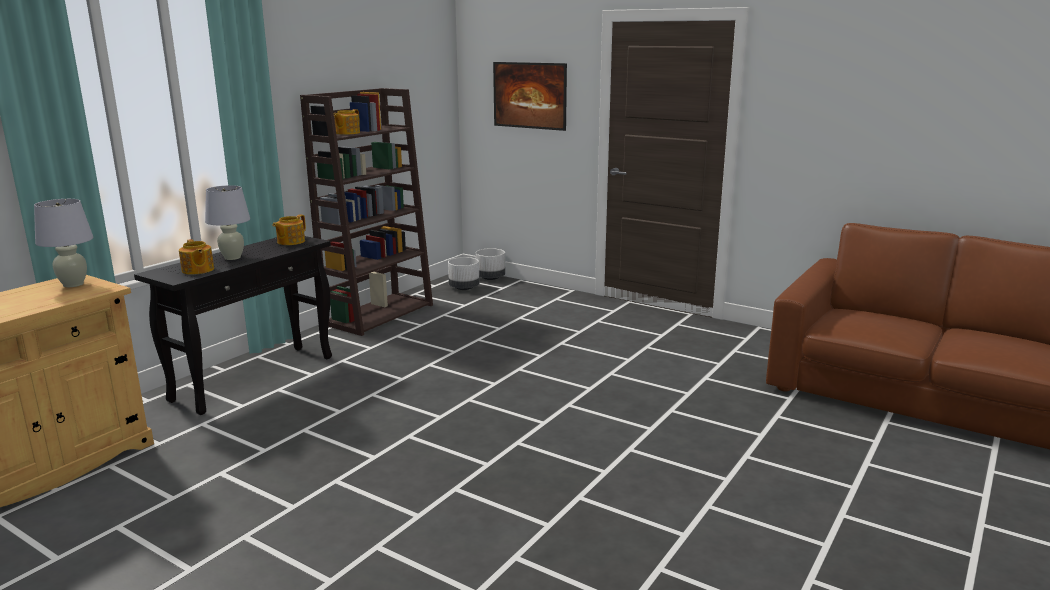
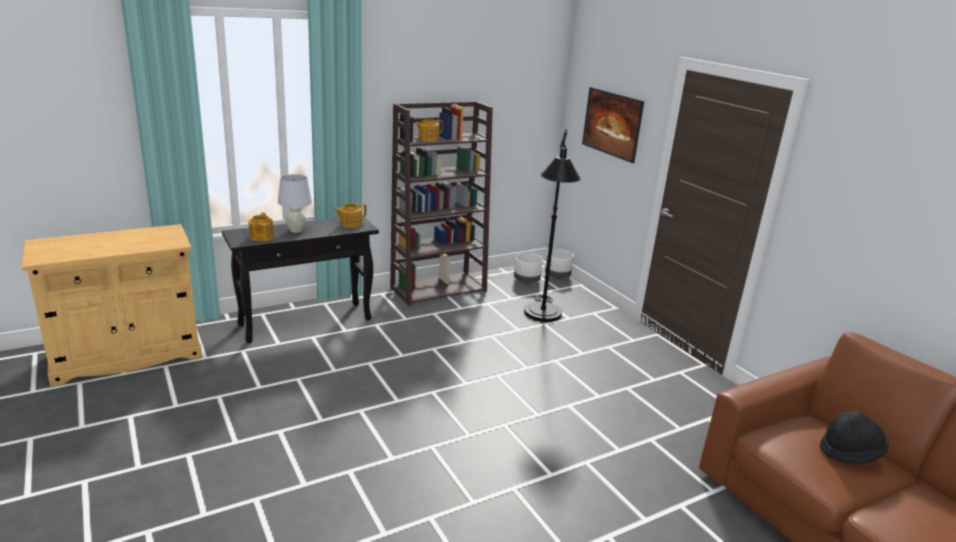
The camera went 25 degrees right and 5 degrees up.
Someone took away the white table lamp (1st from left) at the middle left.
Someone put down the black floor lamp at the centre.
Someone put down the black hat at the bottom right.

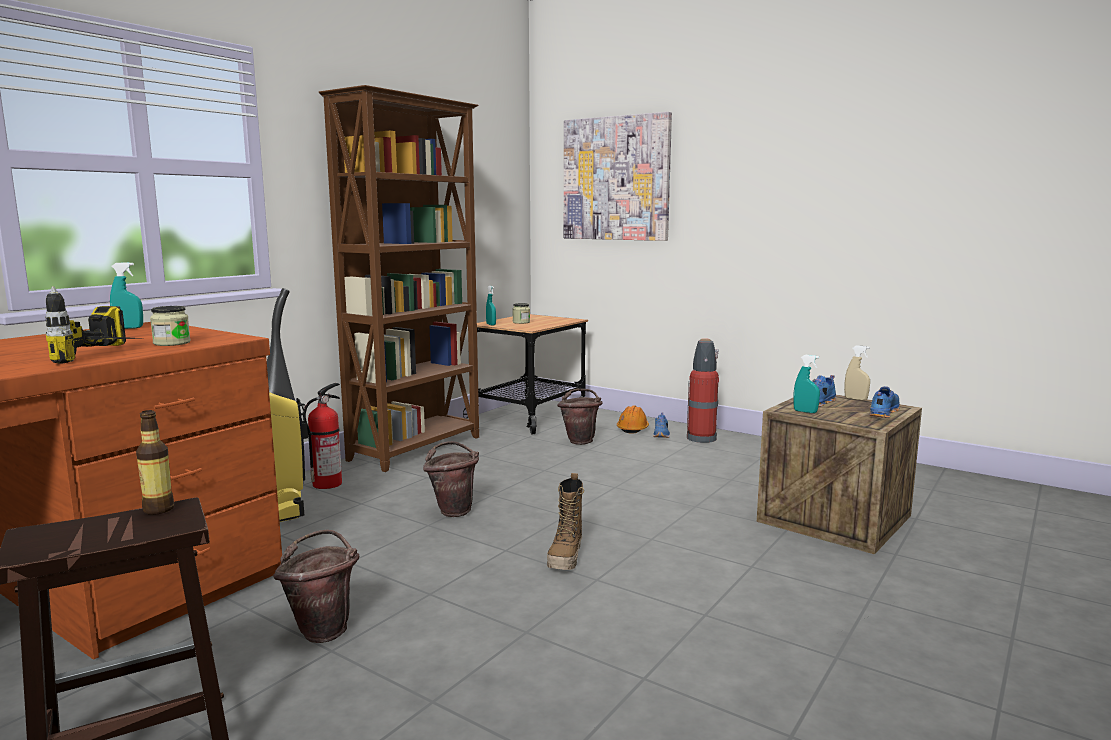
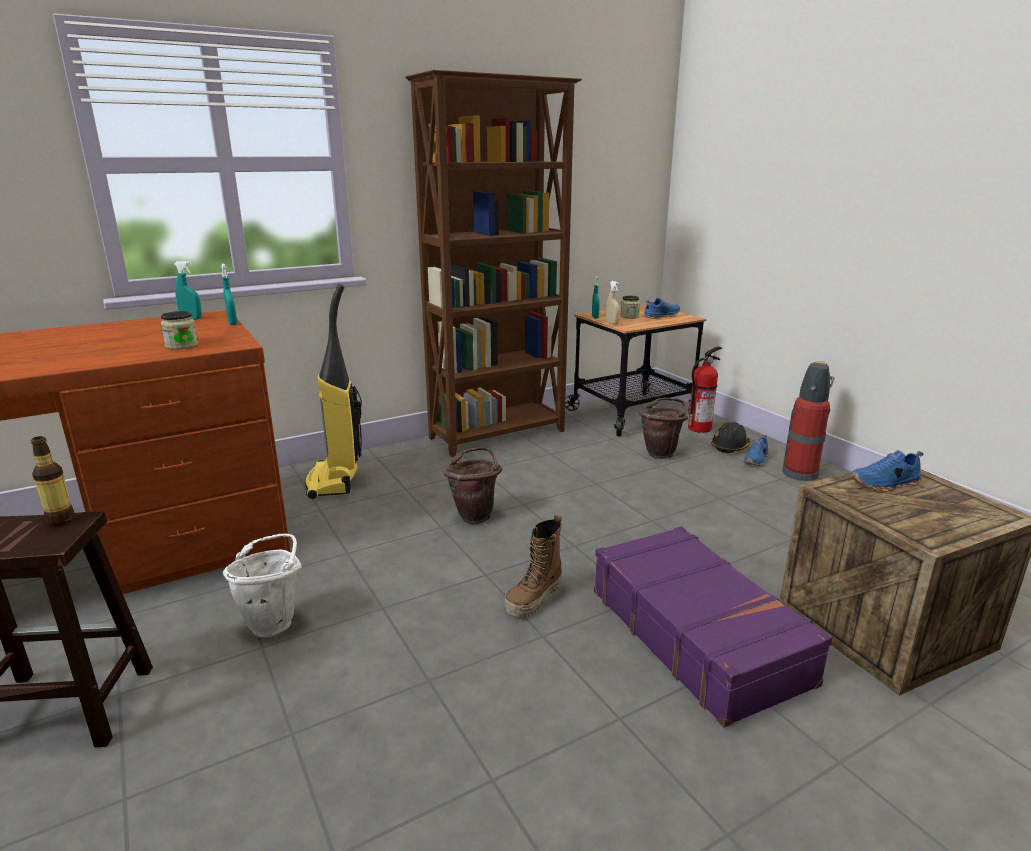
The camera went 25 degrees right and 10 degrees up.
Someone took away the power drill at the middle left.
Someone repainted the brown bucket (1st from left) at the bottom left, which became the white bucket at the bottom left.
Someone carried the fire extinguisher (1st from left) from the middle left to the middle right.
Someone took away the picture at the top centre.
Someone repainted the orange hard hat at the centre, which became the black hard hat at the middle right.
Someone carried the turquoise spray bottle (3rd from left in the first image) from the middle right to the middle left.
Someone carried the beige spray bottle from the middle right to the centre.
Someone carried the blue shoe (3rd from left in the first image) from the middle right to the centre.
Someone put down the purple suitcase at the bottom right.

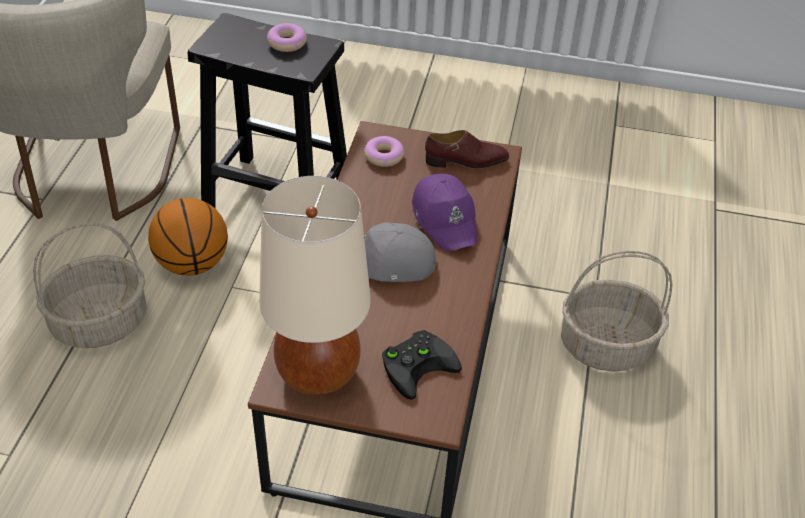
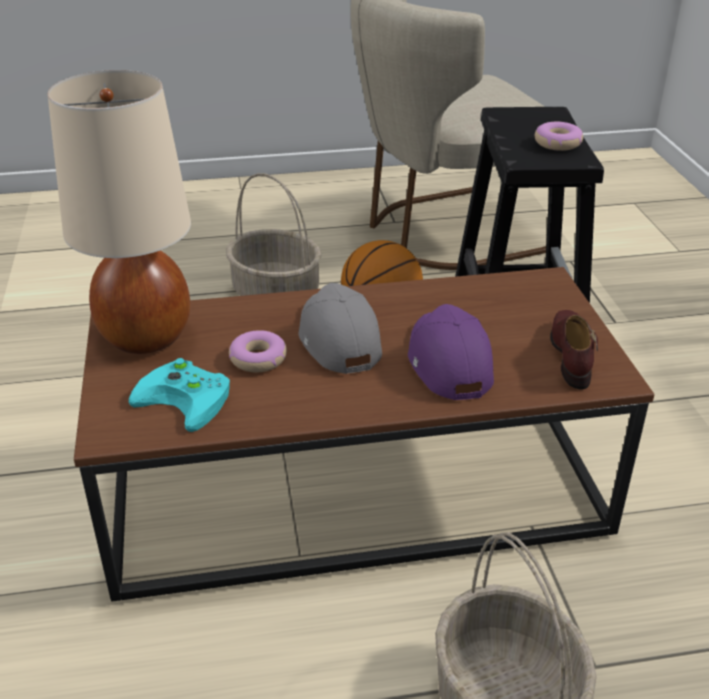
The camera went 70 degrees right and 10 degrees down.
Someone carried the donut (2nd from left in the first image) from the top centre to the centre.
Someone repainted the black game controller at the bottom centre, which became the turquoise game controller at the middle left.
Someone rotated the purple cap at the centre by 120 degrees clockwise.
Someone rotated the brown shoe at the top centre by 150 degrees counterclockwise.

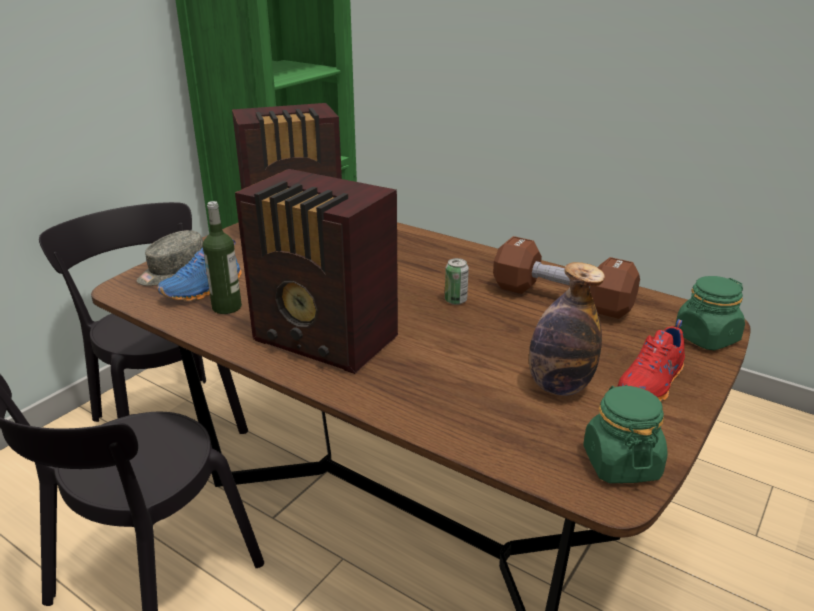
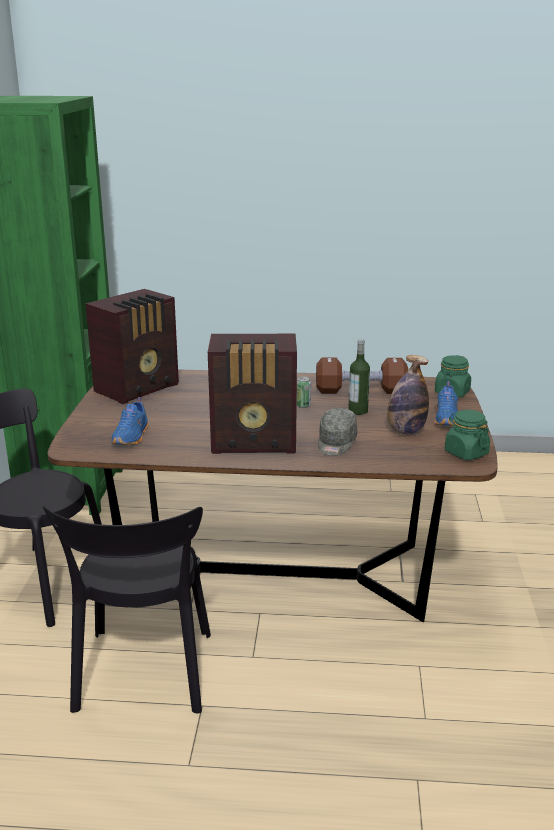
The camera went 30 degrees left and 5 degrees down.
Someone carried the grey cap from the middle left to the centre.
Someone carried the bottle (1st from left) from the middle left to the centre.
Someone repainted the red shoe at the middle right, which became the blue shoe (2nd from left) at the middle right.

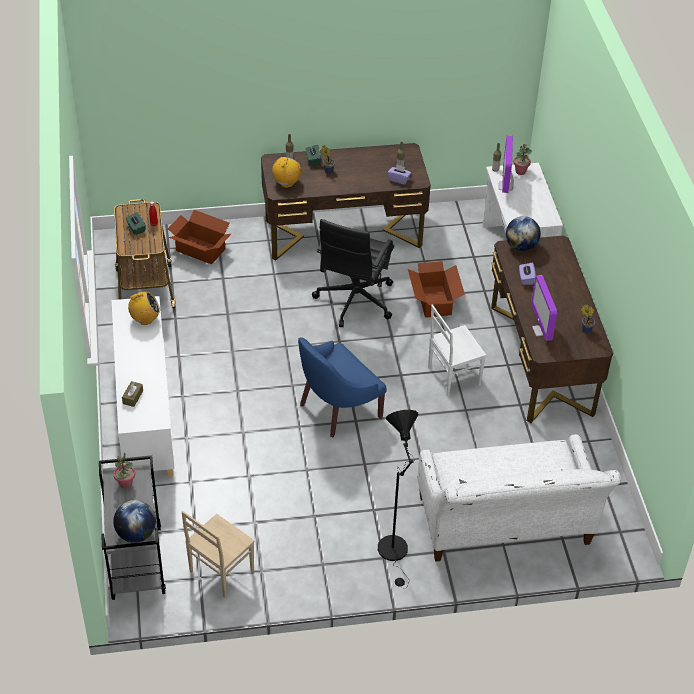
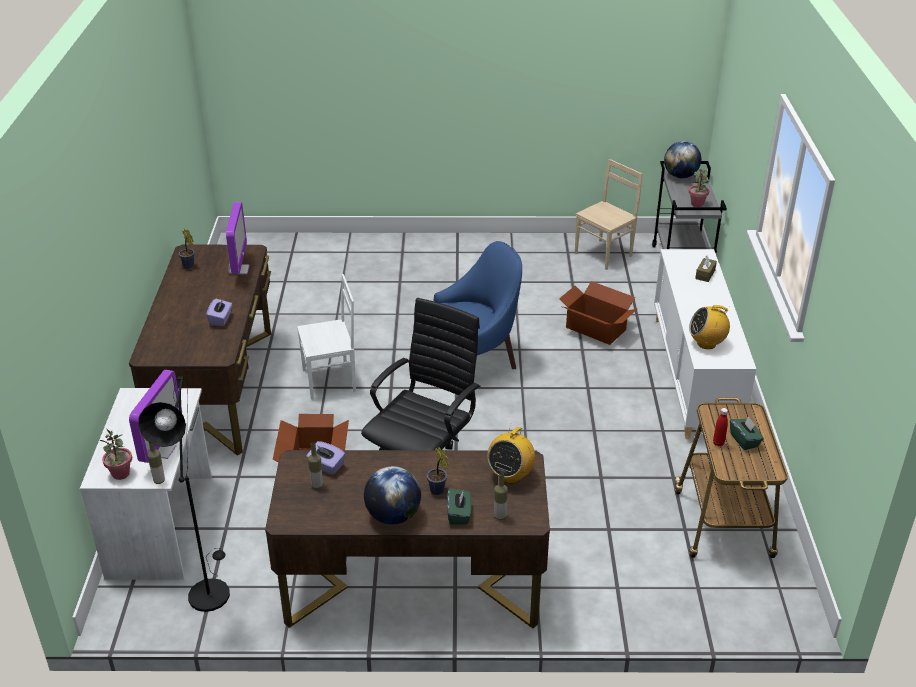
The camera went 170 degrees left and 10 degrees down.
Someone carried the cardboard box (1st from left in the first image) from the middle left to the centre.
Someone carried the black floor lamp from the bottom centre to the bottom left.
Someone took away the white sofa at the bottom right.
Someone carried the globe (2nd from left in the first image) from the middle right to the bottom centre.

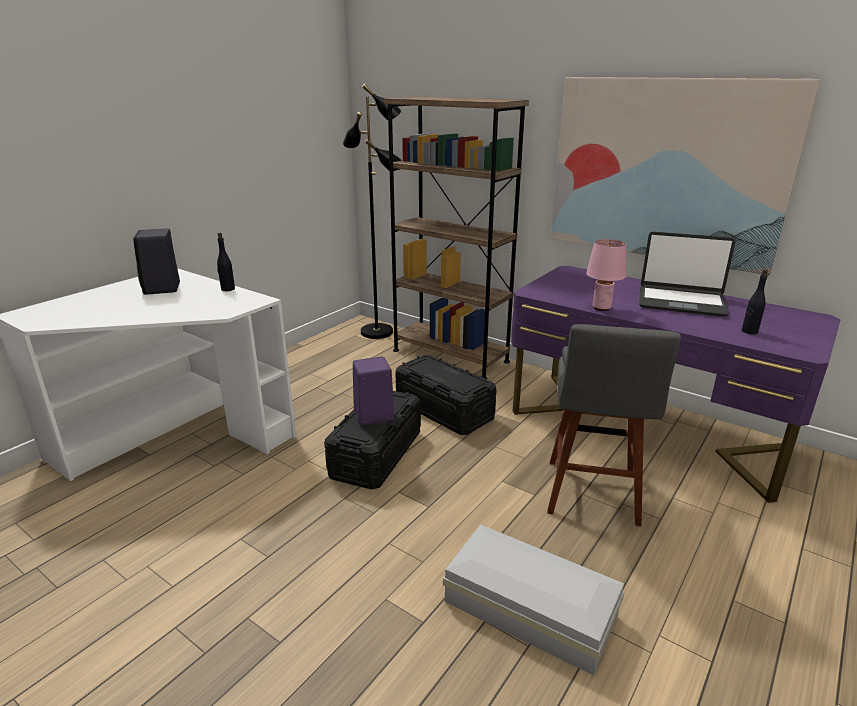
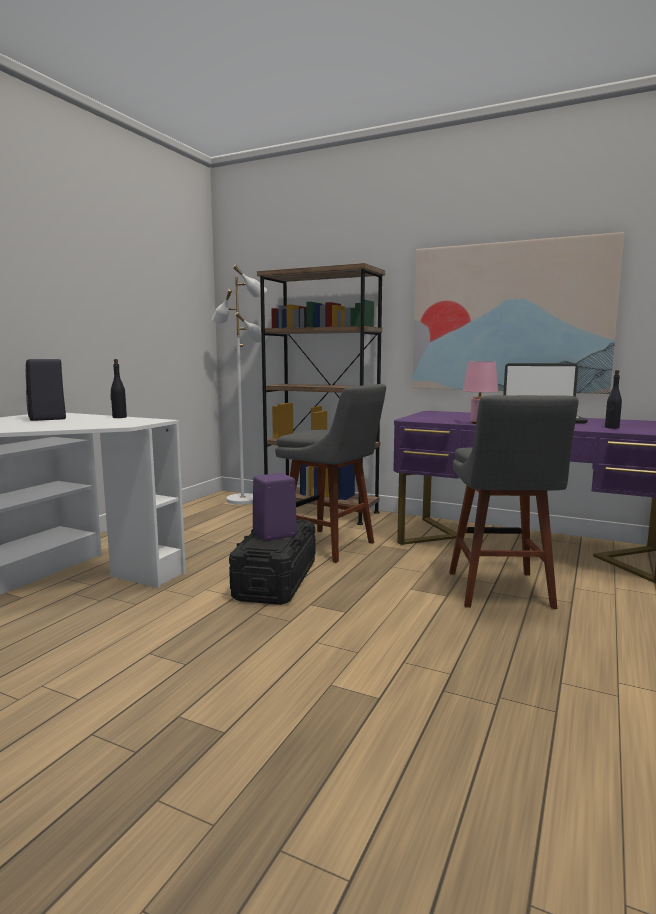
The camera went 10 degrees left and 15 degrees down.
Someone repainted the black floor lamp at the top centre, which became the white floor lamp at the centre.
Someone swapped the black storage box (2nd from left) at the centre for the grey stool (1st from left) at the centre.
Someone took away the white storage box at the bottom centre.

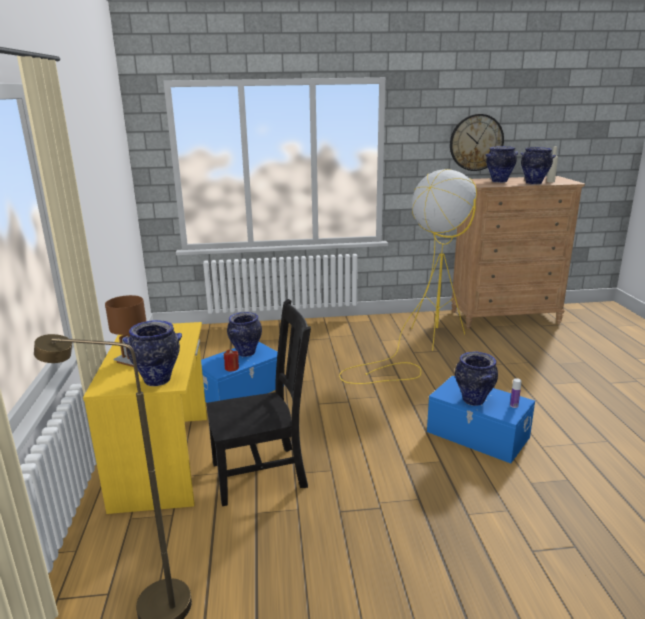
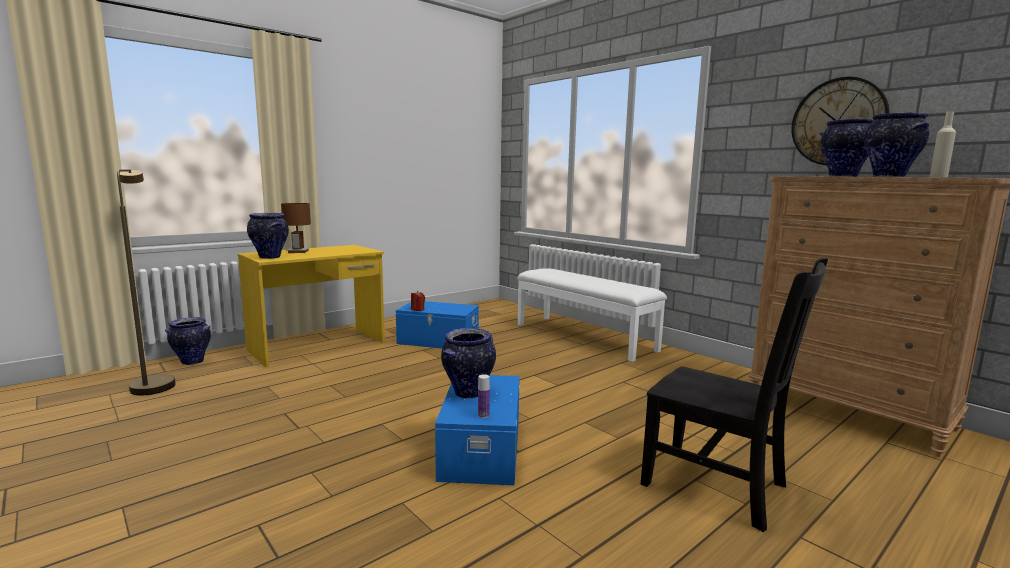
The camera went 55 degrees right and 10 degrees down.
Someone carried the black chair from the centre to the bottom right.
Someone carried the vase (2nd from left in the first image) from the centre to the middle left.
Someone took away the yellow floor lamp at the centre.
Someone put down the white bench at the centre.

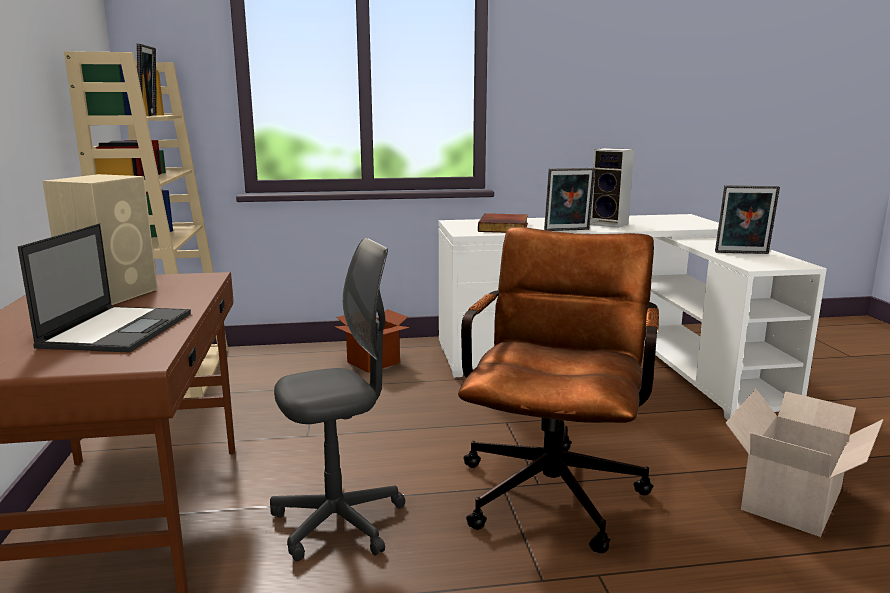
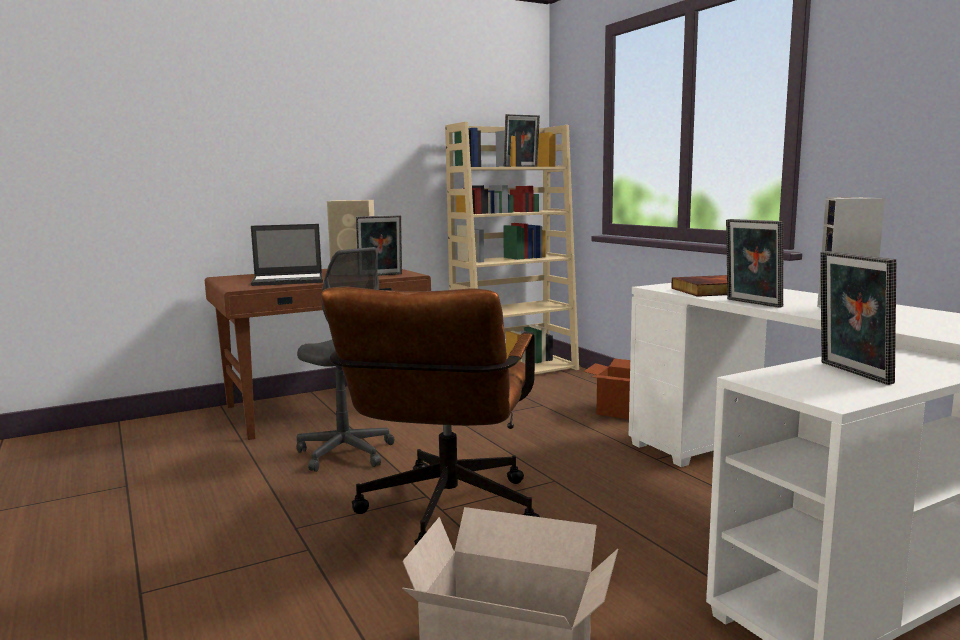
The camera went 70 degrees right and 5 degrees down.
Someone rotated the brown office chair at the centre by 105 degrees clockwise.
Someone put down the picture frame (1st from left) at the centre.

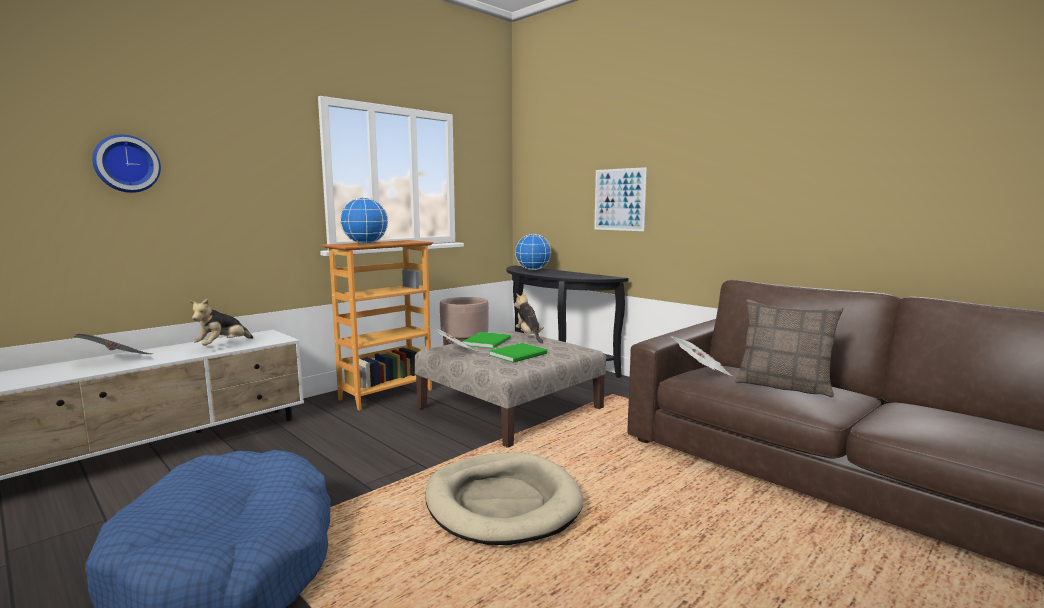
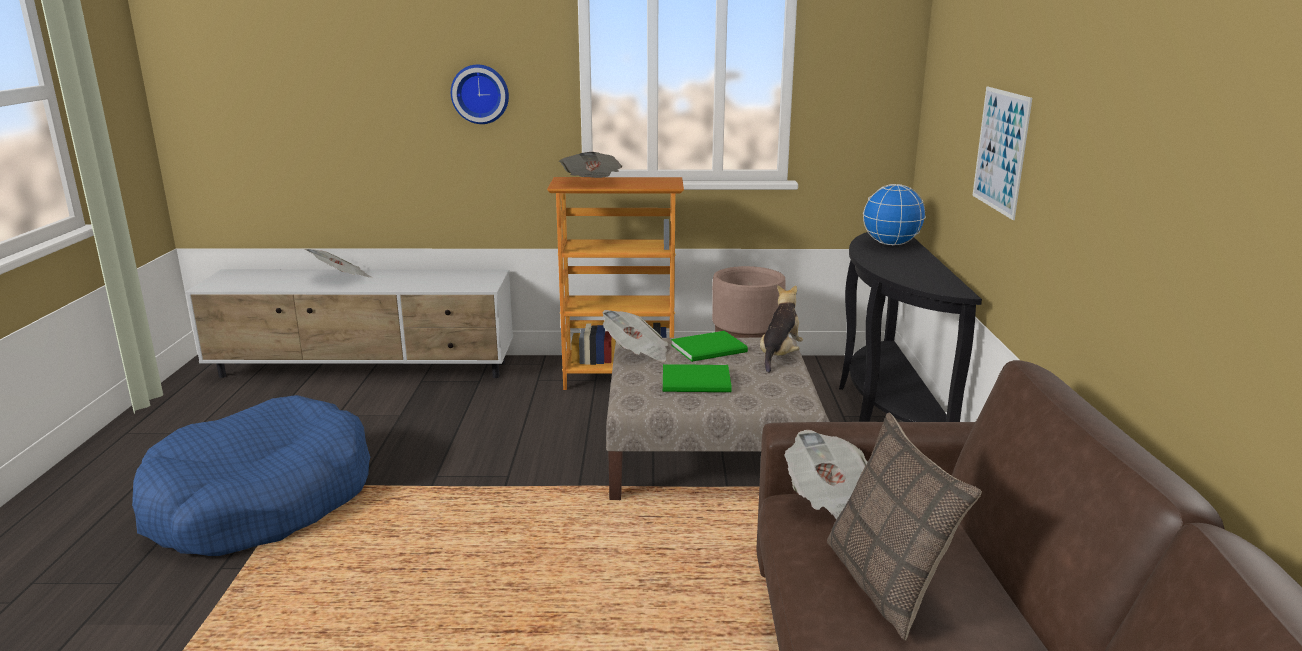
The camera went 45 degrees right and 10 degrees up.
Someone carried the wall clock from the top left to the top centre.
Someone took away the plush toy (1st from left) at the middle left.
Someone swapped the globe (1st from left) at the centre for the newspaper (2nd from left) at the top centre.
Someone took away the beige dog bed at the bottom centre.

